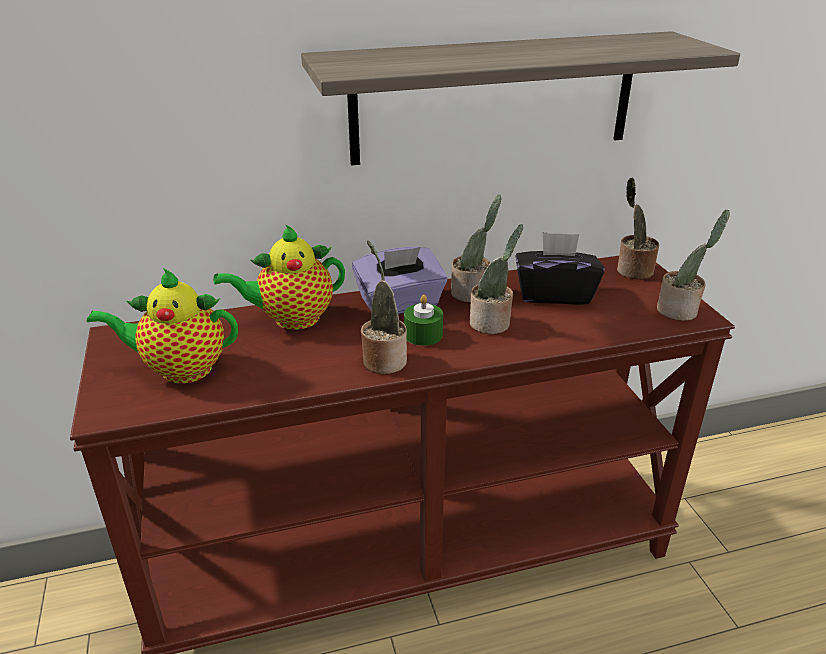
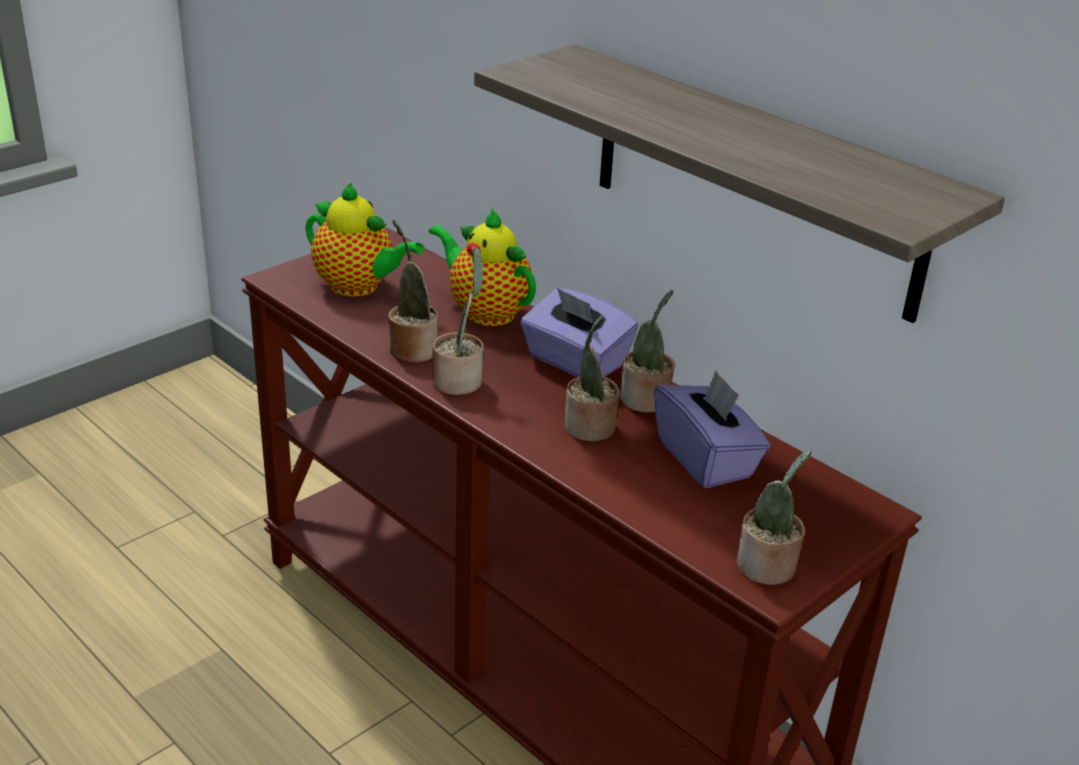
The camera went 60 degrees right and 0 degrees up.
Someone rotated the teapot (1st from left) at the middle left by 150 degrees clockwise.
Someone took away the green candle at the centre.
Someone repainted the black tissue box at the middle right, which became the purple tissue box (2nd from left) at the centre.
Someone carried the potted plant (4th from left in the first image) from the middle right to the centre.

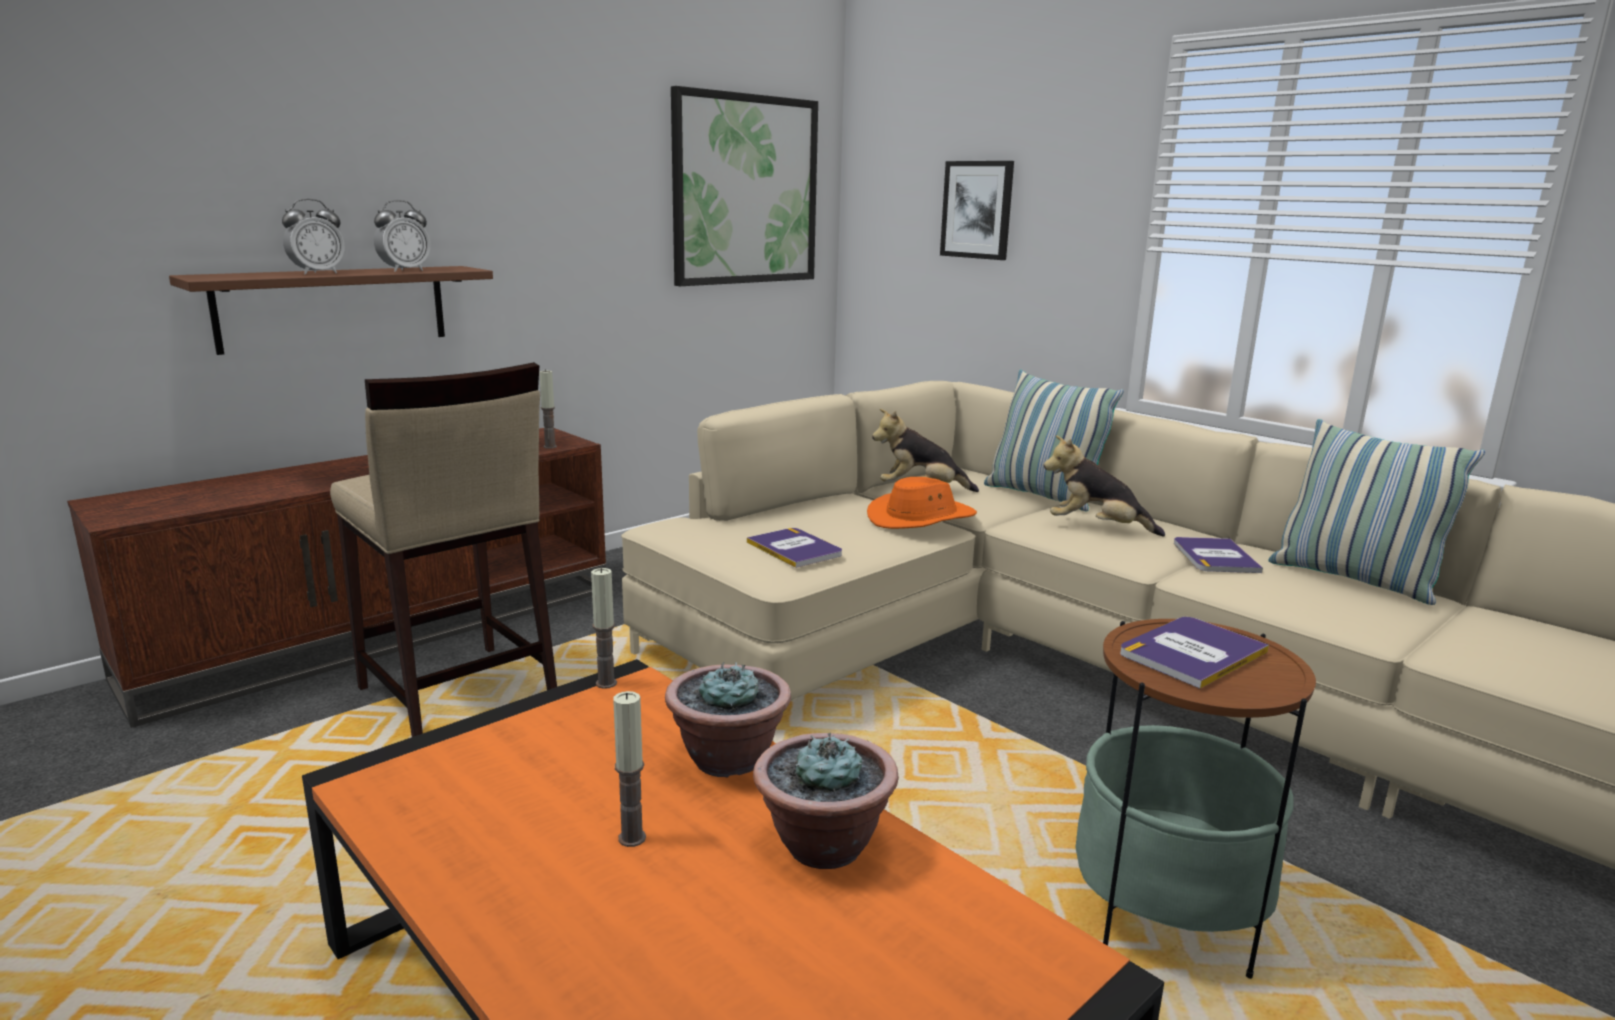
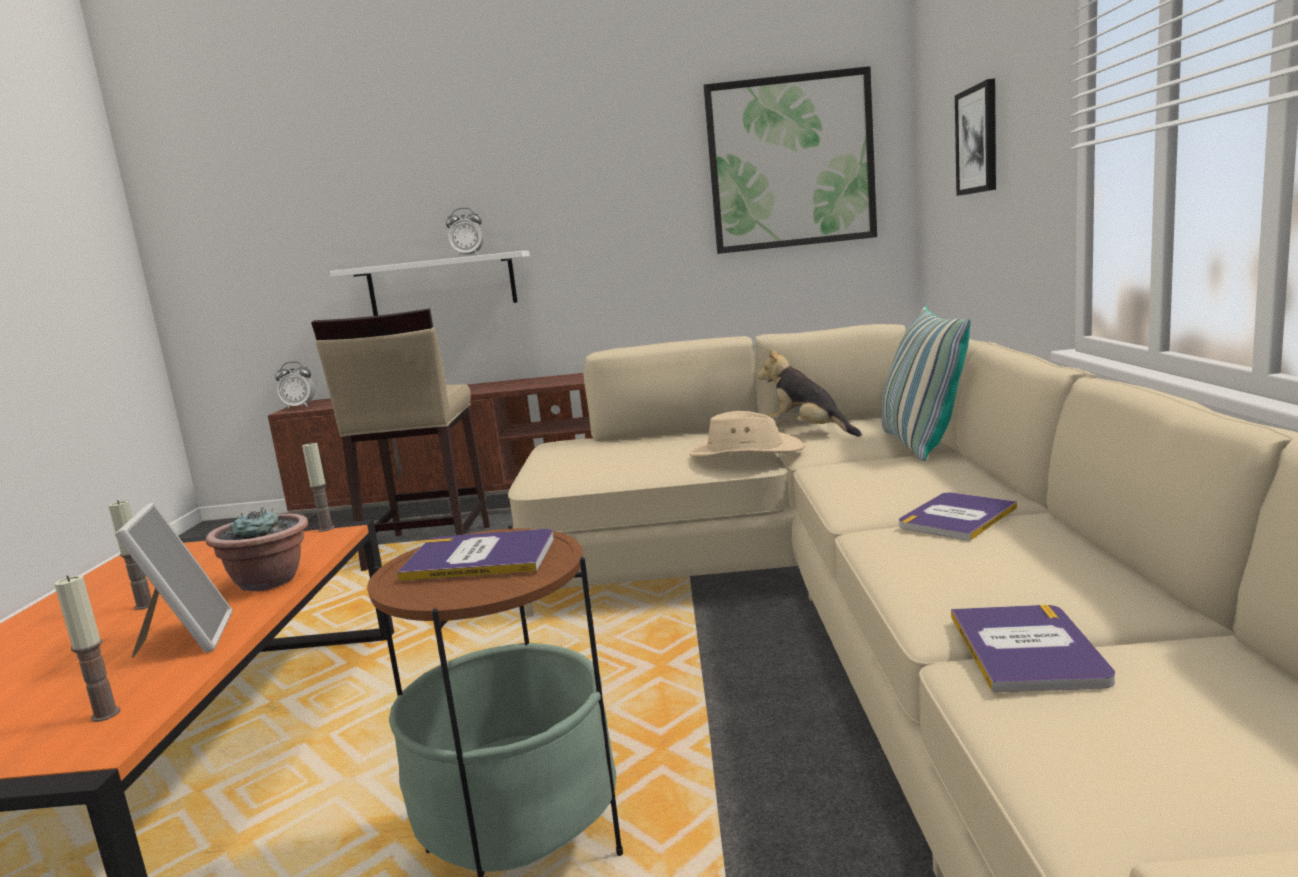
The camera went 45 degrees right and 5 degrees down.
Someone repainted the brown shelf at the top left, which became the white shelf at the top left.
Someone carried the alarm clock (1st from left) from the top left to the middle left.
Someone carried the candle (1st from left) from the centre to the bottom left.
Someone carried the book (1st from left in the first image) from the centre to the bottom right.
Someone swapped the potted plant (2nd from left) at the bottom centre for the picture frame at the middle left.
Someone repainted the orange hat at the centre, which became the beige hat at the centre.
Someone took away the plush toy (2nd from left) at the middle right.
Someone took away the pillow (2nd from left) at the middle right.

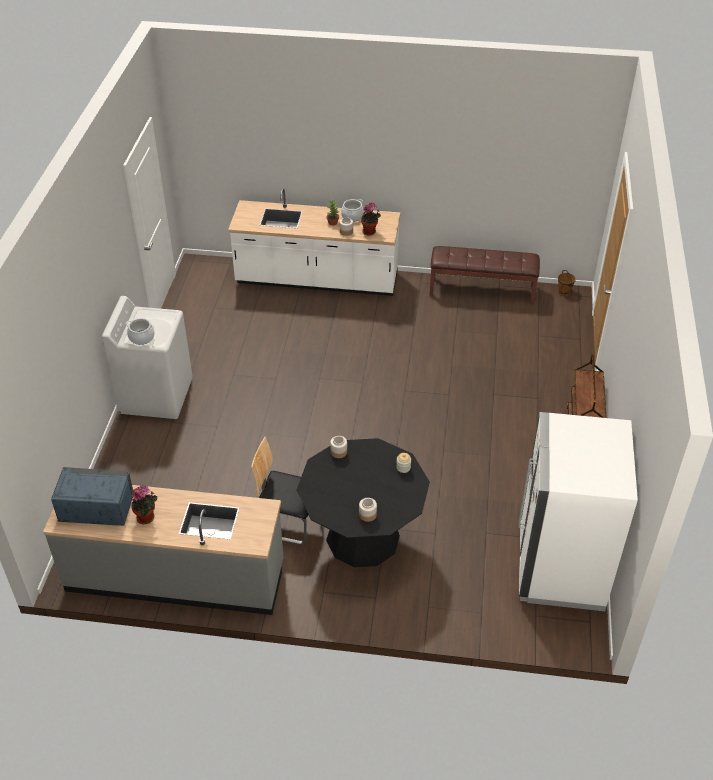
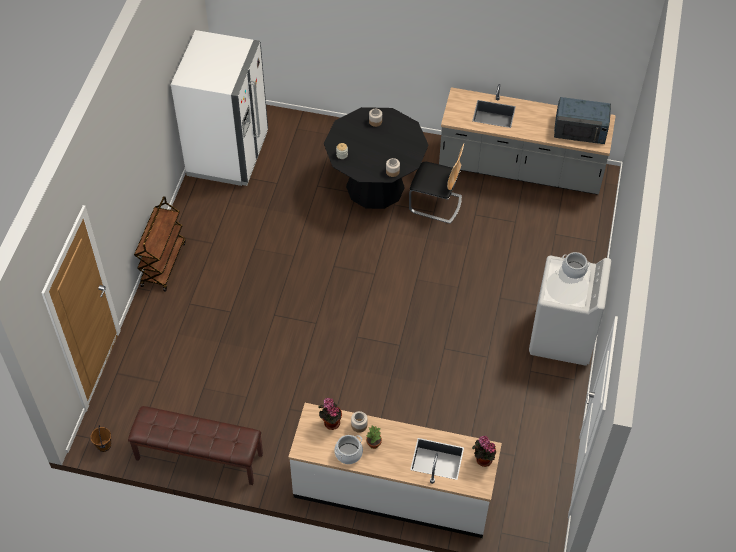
The camera went 175 degrees left and 10 degrees up.
Someone carried the potted plant (1st from left in the first image) from the middle left to the bottom centre.

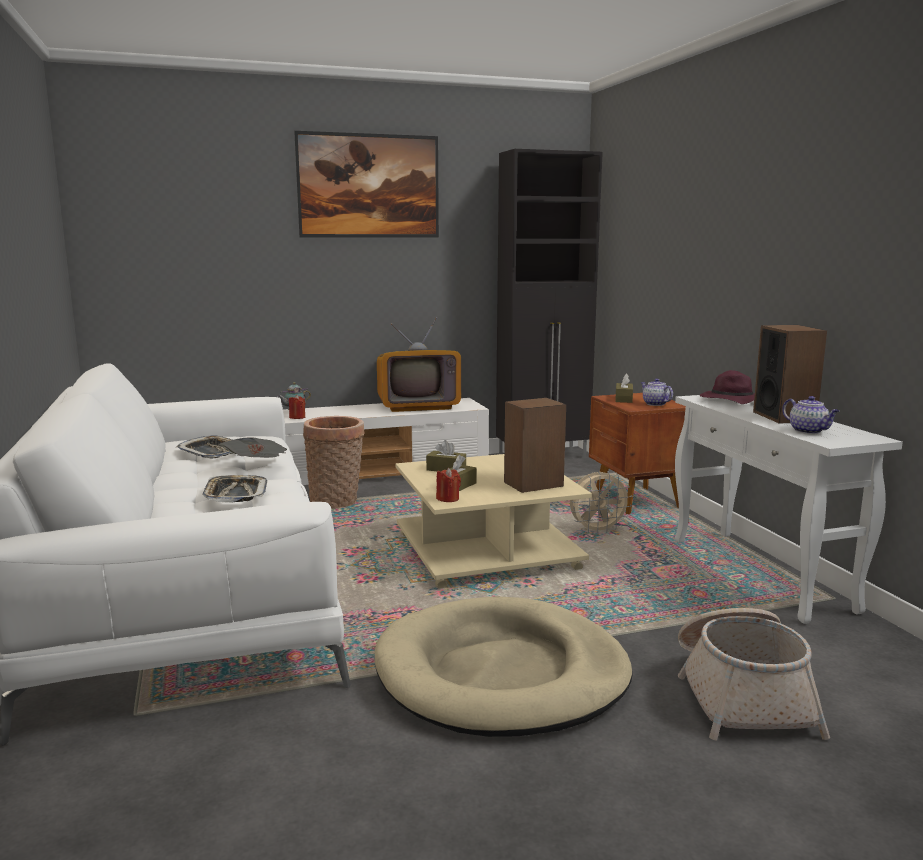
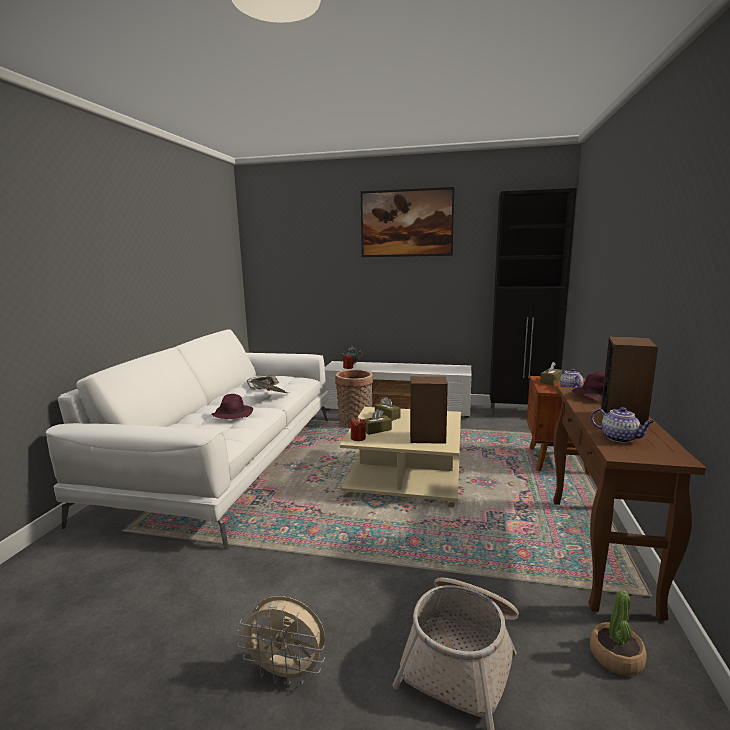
The camera went 30 degrees right and 0 degrees up.
Someone swapped the tray (2nd from left) at the middle left for the purple hat (1st from left) at the middle left.
Someone took away the beige dog bed at the bottom centre.
Someone took away the television at the centre.
Someone carried the beige fan from the centre to the bottom centre.
Someone repainted the white console table at the middle right, which became the brown console table at the bottom right.
Someone rotated the teapot (3rd from left) at the middle right by 45 degrees counterclockwise.
Someone put down the potted plant at the bottom right.

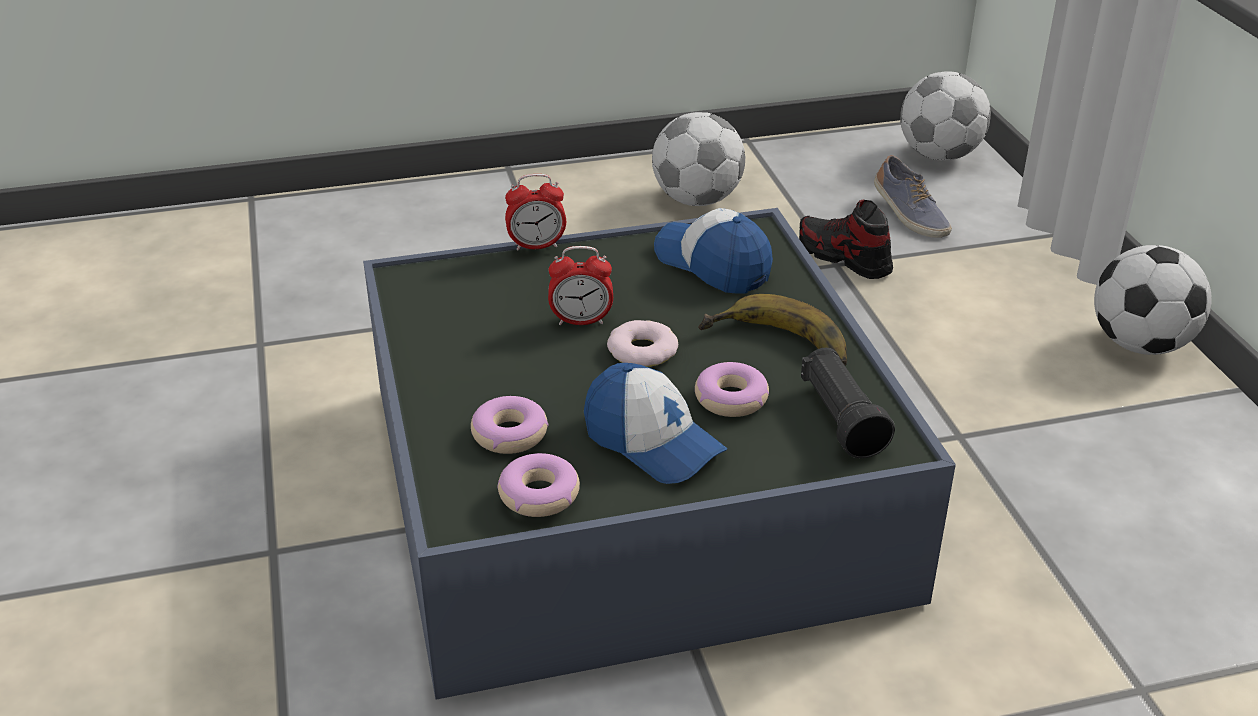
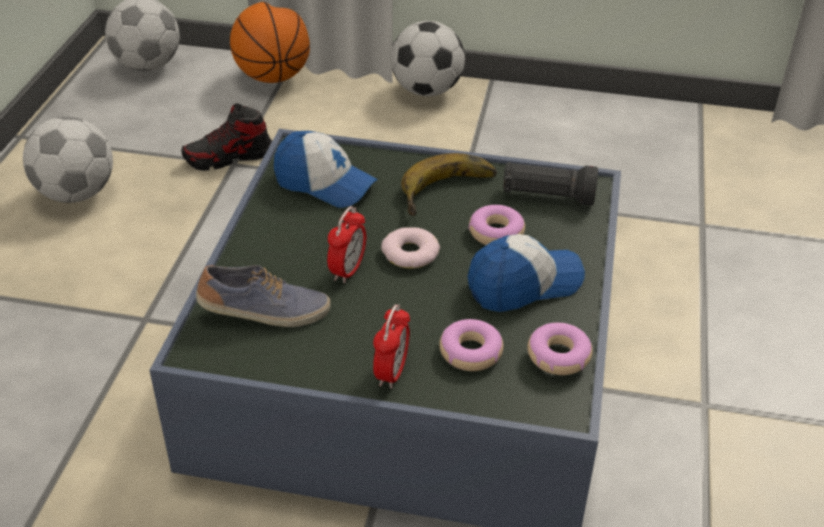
The camera went 65 degrees left and 5 degrees up.
Someone carried the alarm clock (1st from left in the first image) from the top centre to the centre.
Someone rotated the cap (2nd from left in the first image) at the centre by 135 degrees counterclockwise.
Someone carried the shoe (2nd from left) from the top right to the middle left.
Someone put down the basketball at the top left.

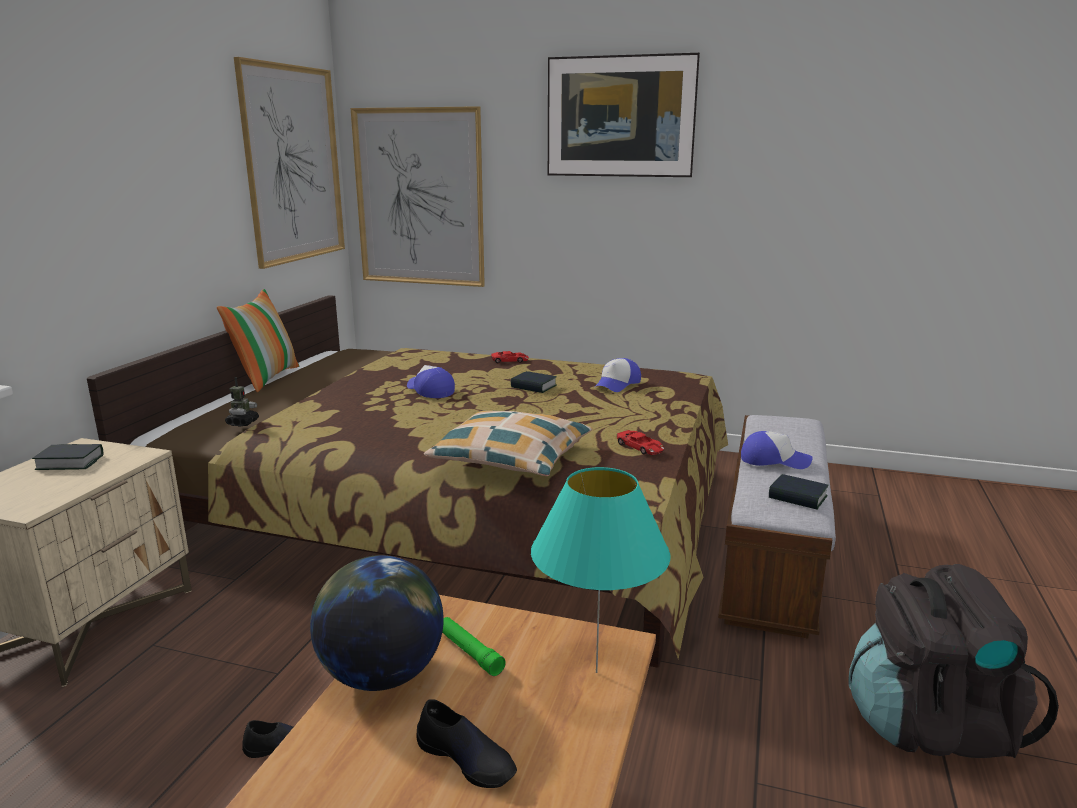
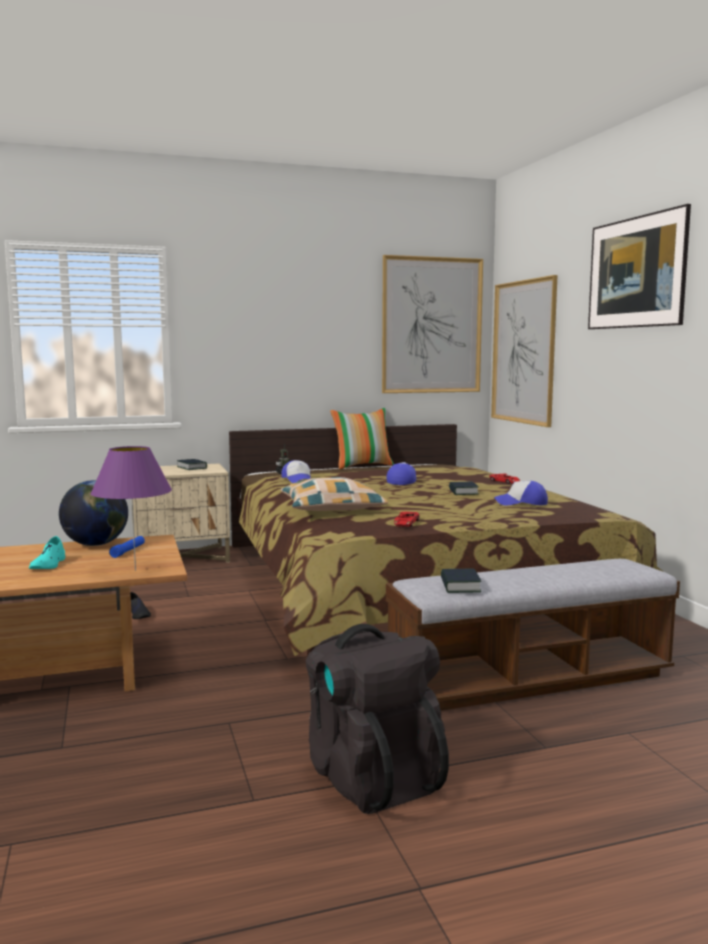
The camera went 55 degrees right and 10 degrees down.
Someone repainted the black shoe (2nd from left) at the bottom centre, which became the turquoise shoe at the middle left.
Someone repainted the green flashlight at the bottom centre, which became the blue flashlight at the middle left.
Someone repainted the turquoise table lamp at the bottom centre, which became the purple table lamp at the middle left.
Someone carried the cap (3rd from left in the first image) from the middle right to the centre.

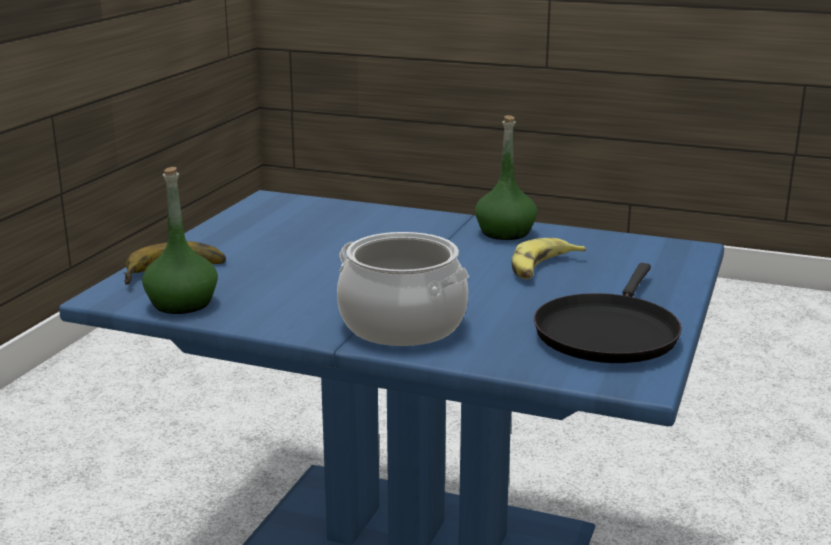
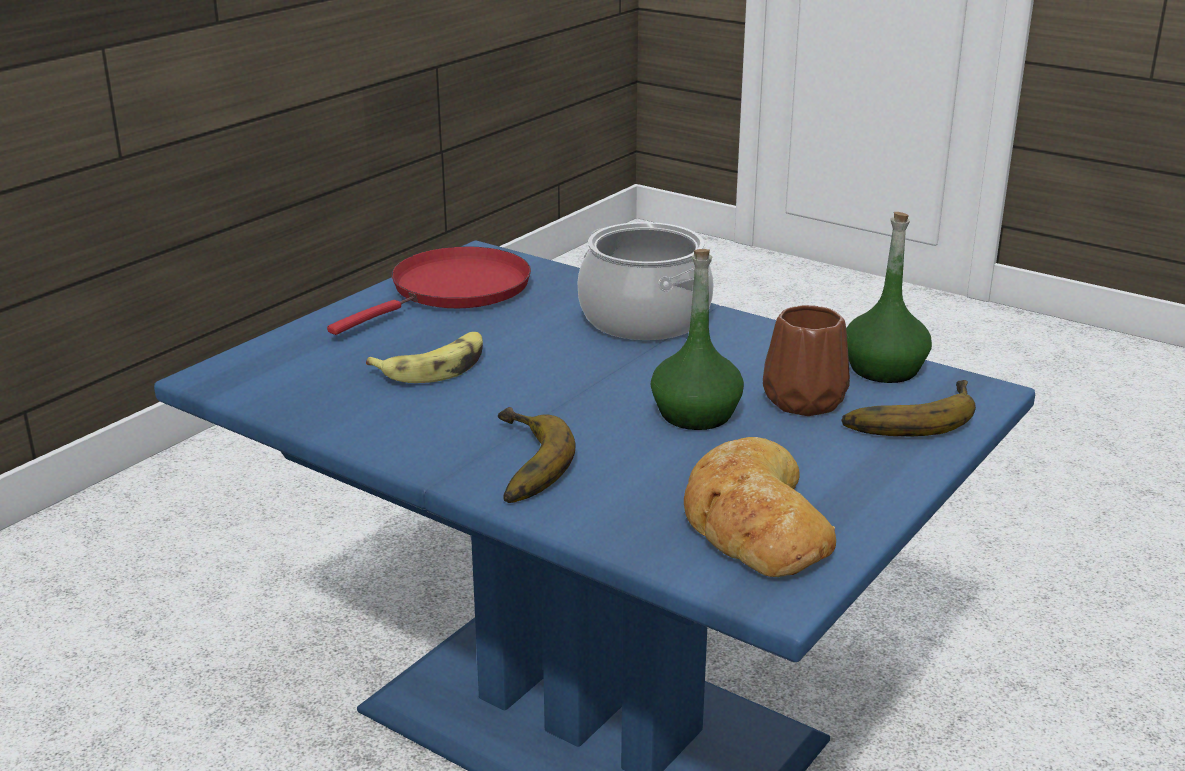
The camera went 165 degrees left and 5 degrees up.
Someone carried the green bottle (2nd from left in the first image) from the top centre to the centre.
Someone repainted the black frying pan at the middle right, which became the red frying pan at the centre.
Someone put down the banana (2nd from left) at the centre.
Someone put down the bread at the centre.
Someone put down the brown vase at the middle right.

